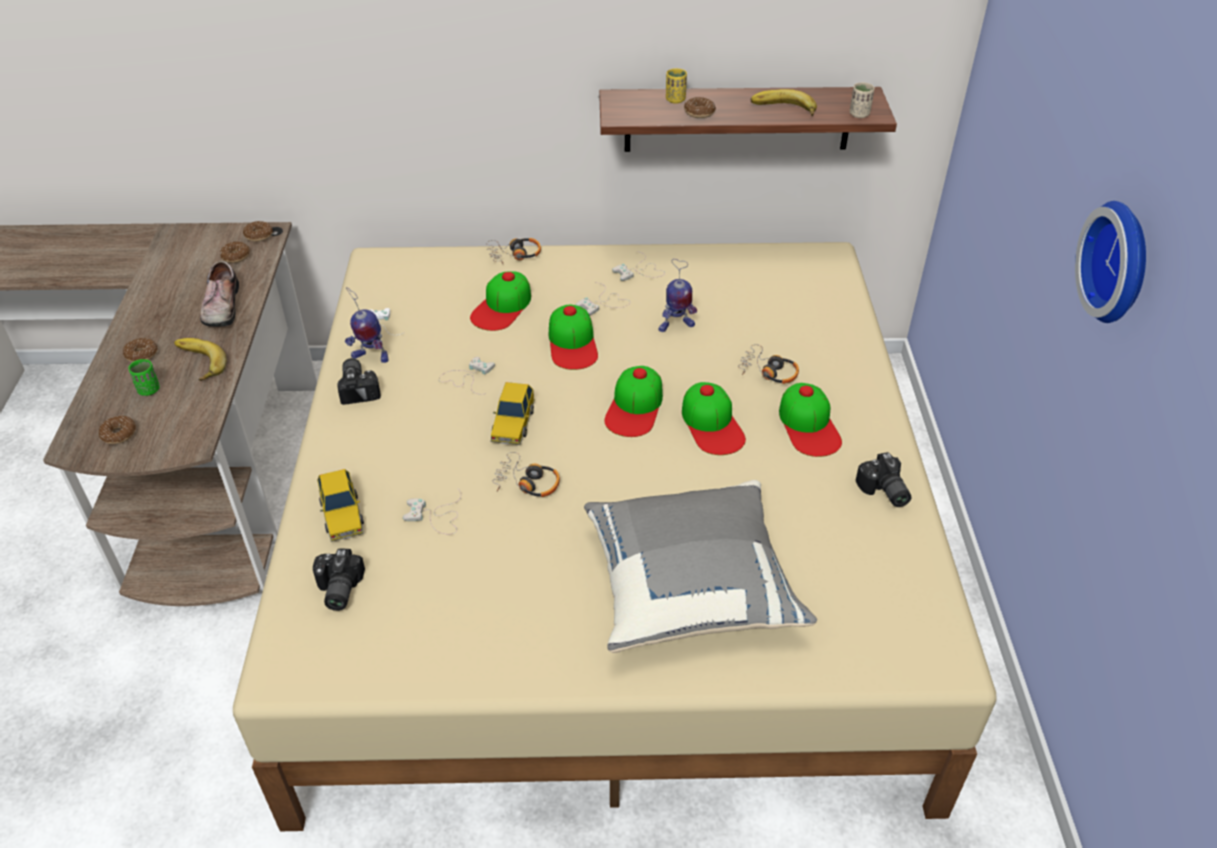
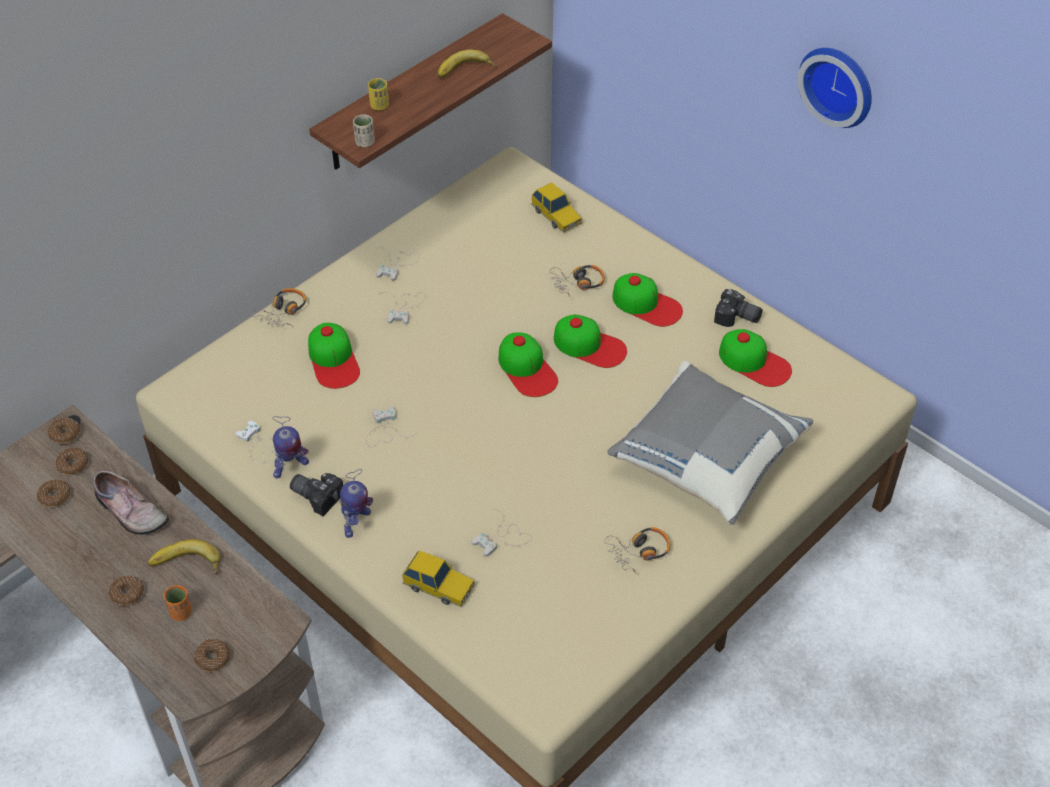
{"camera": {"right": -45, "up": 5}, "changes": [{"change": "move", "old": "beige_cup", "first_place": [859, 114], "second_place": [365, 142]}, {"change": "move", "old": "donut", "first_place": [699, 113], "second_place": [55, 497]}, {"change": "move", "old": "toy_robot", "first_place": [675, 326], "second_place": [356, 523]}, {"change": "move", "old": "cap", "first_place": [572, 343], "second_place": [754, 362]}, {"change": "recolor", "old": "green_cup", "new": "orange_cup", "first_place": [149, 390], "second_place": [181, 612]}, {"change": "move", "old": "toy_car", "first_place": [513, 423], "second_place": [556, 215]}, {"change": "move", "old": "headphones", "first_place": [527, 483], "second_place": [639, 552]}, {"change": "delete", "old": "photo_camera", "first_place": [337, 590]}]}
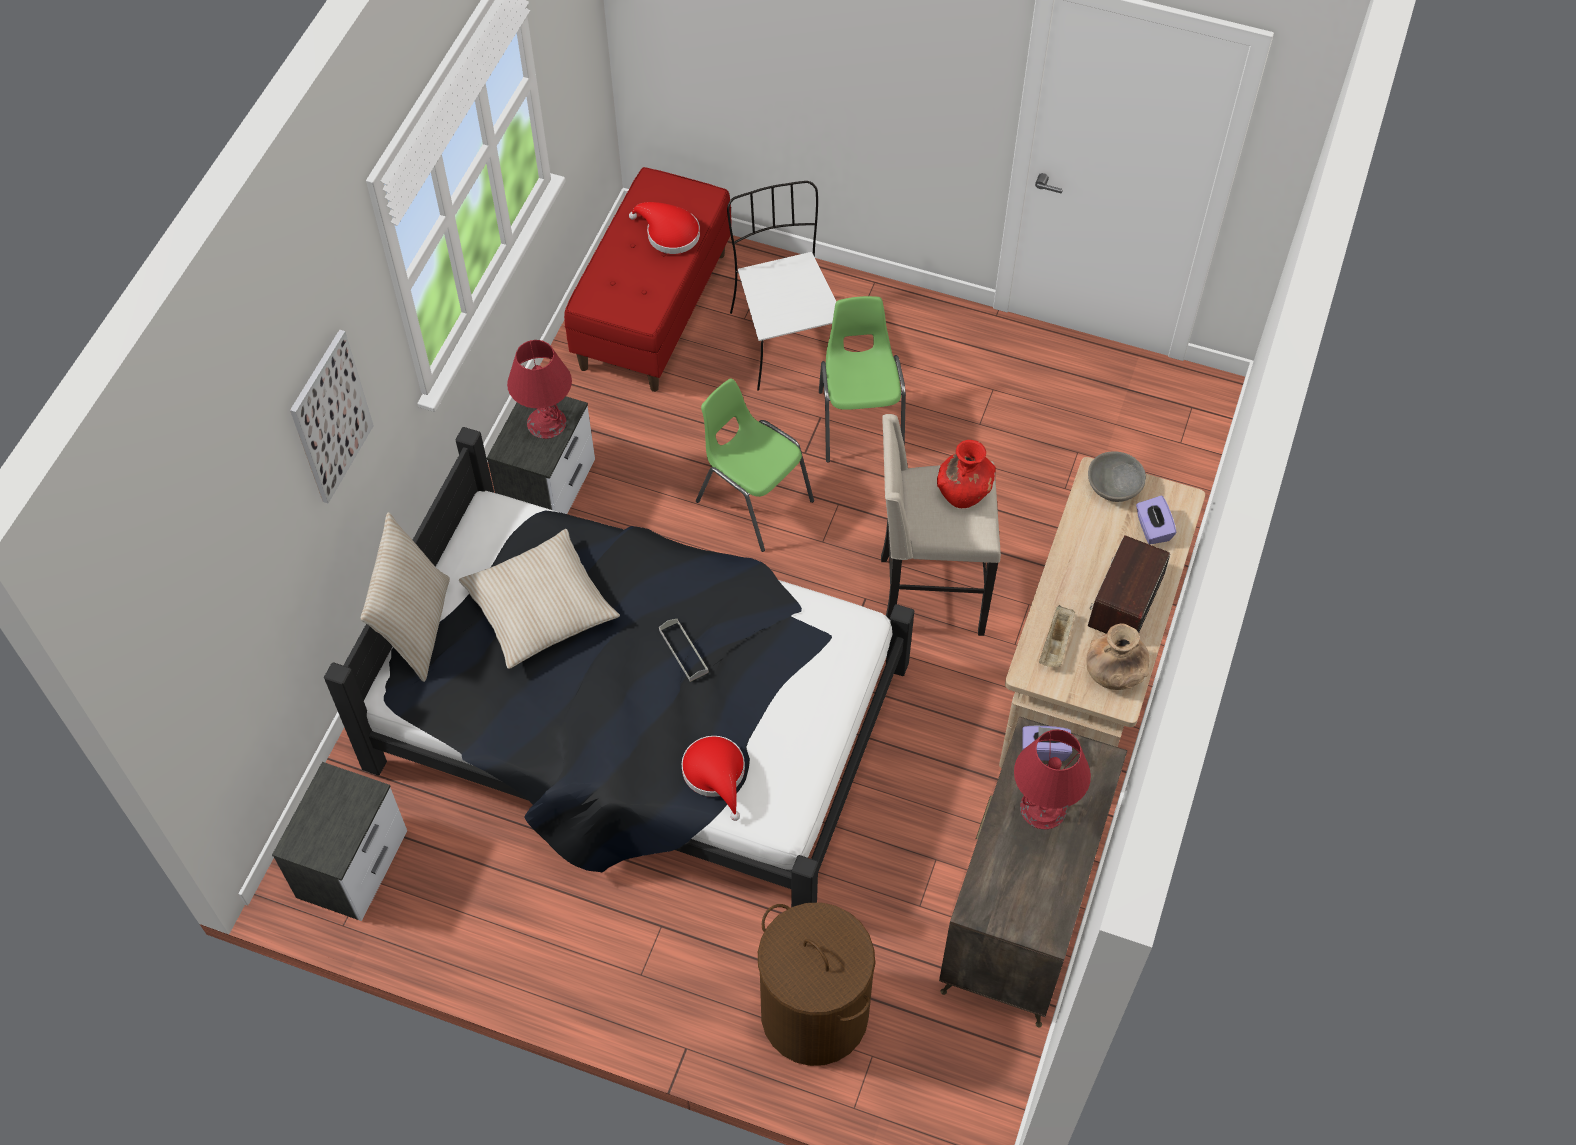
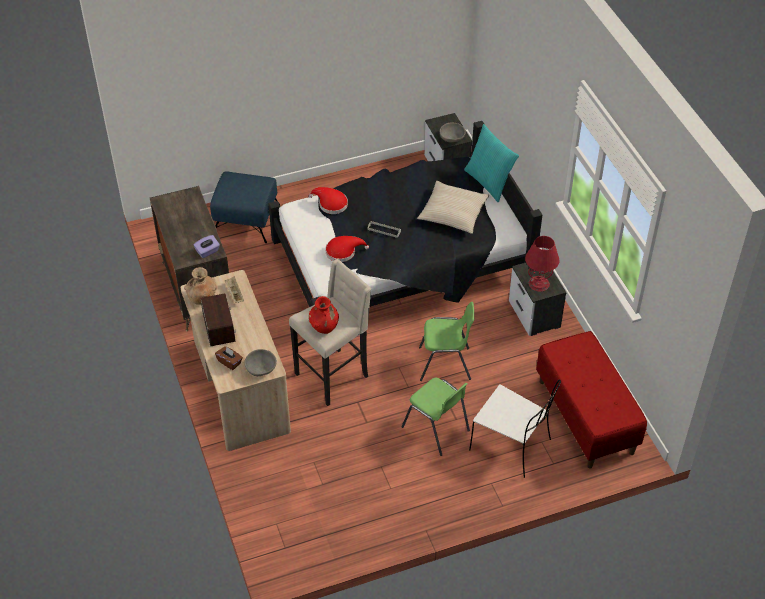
{"camera": {"right": 140, "up": -10}, "changes": [{"change": "move", "old": "red_hat", "first_place": [669, 233], "second_place": [343, 251]}, {"change": "delete", "old": "picture", "first_place": [330, 417]}, {"change": "recolor", "old": "purple_tissue_box", "new": "brown_tissue_box", "first_place": [1152, 529], "second_place": [229, 362]}, {"change": "recolor", "old": "beige_pillow", "new": "turquoise_pillow", "first_place": [415, 627], "second_place": [489, 182]}, {"change": "delete", "old": "red_table_lamp", "first_place": [1043, 807]}, {"change": "replace", "old": "brown_laundry_basket", "new": "blue_ottoman", "first_place": [814, 1014], "second_place": [246, 220]}, {"change": "insert", "new": "grey_bowl", "second_place": [451, 138]}]}
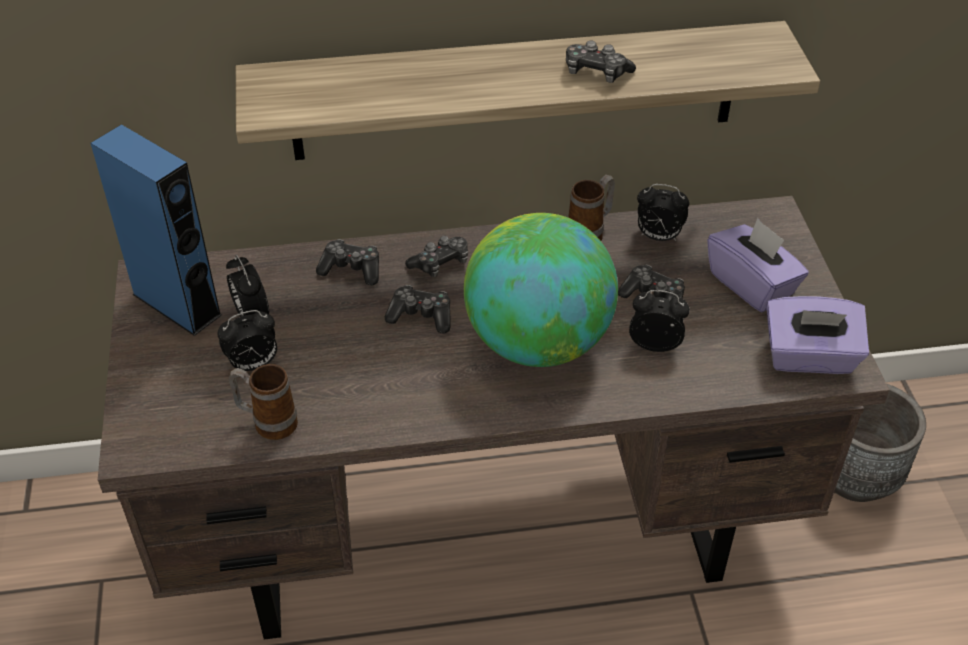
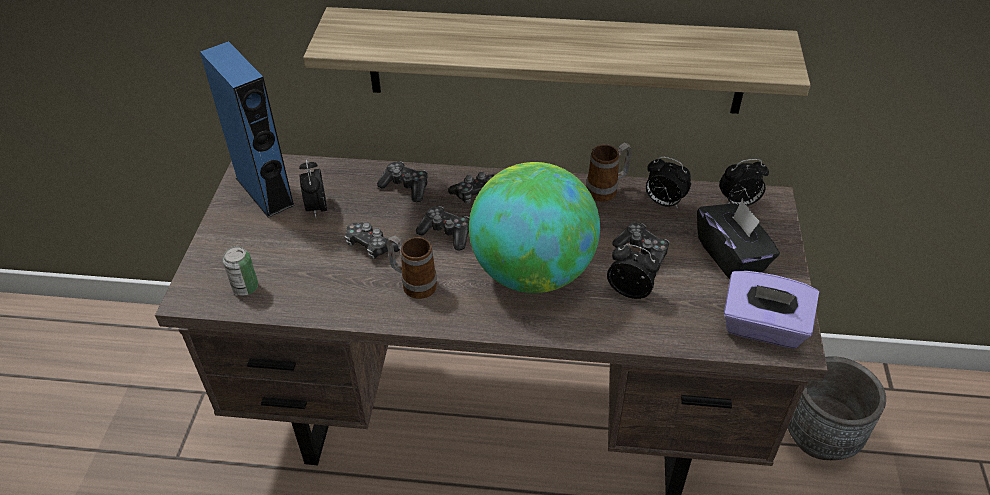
{"camera": {"right": 15, "up": 0}, "changes": [{"change": "move", "old": "game_controller", "first_place": [596, 72], "second_place": [371, 246]}, {"change": "recolor", "old": "purple_tissue_box", "new": "black_tissue_box", "first_place": [752, 284], "second_place": [731, 256]}, {"change": "move", "old": "alarm_clock", "first_place": [253, 364], "second_place": [738, 203]}, {"change": "move", "old": "mug", "first_place": [268, 422], "second_place": [413, 284]}, {"change": "insert", "new": "can", "second_place": [245, 287]}]}
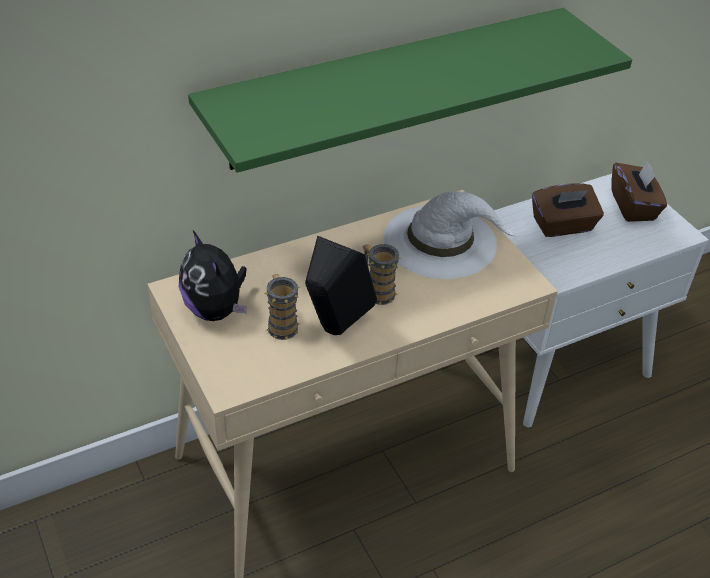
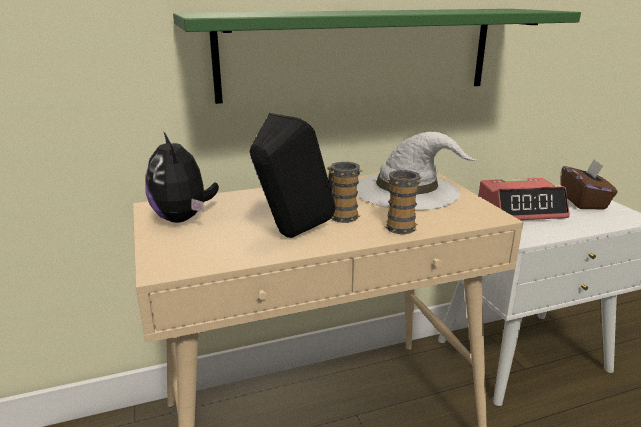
{"camera": {"right": 10, "up": -20}, "changes": [{"change": "replace", "old": "brown_tissue_box", "new": "alarm_clock", "first_place": [562, 226], "second_place": [521, 209]}, {"change": "move", "old": "mug", "first_place": [281, 324], "second_place": [398, 225]}]}
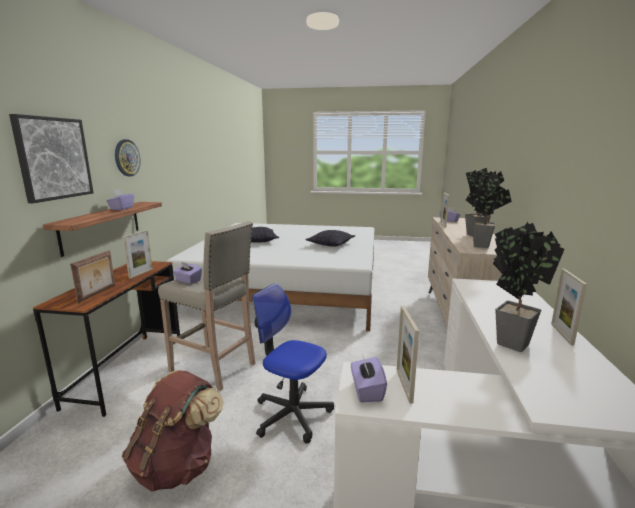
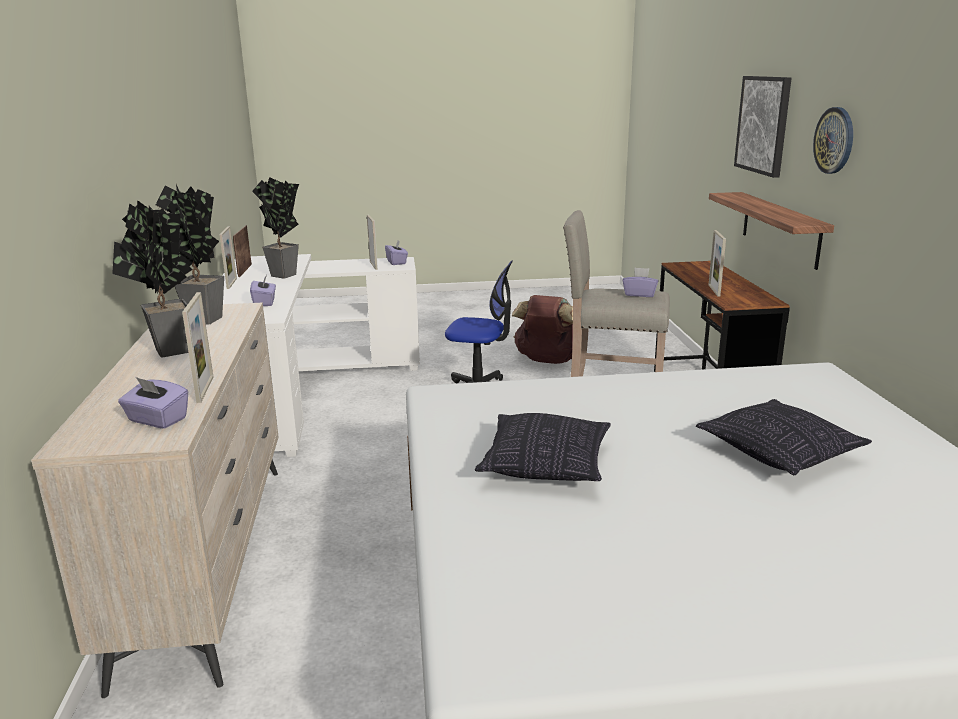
{"camera": {"right": 165, "up": 5}, "changes": [{"change": "move", "old": "purple_tissue_box", "first_place": [121, 208], "second_place": [265, 302]}, {"change": "move", "old": "picture_frame", "first_place": [98, 293], "second_place": [244, 270]}]}
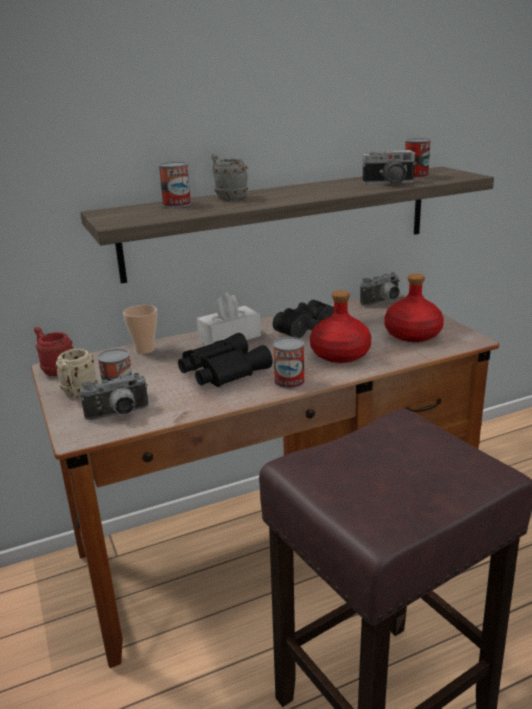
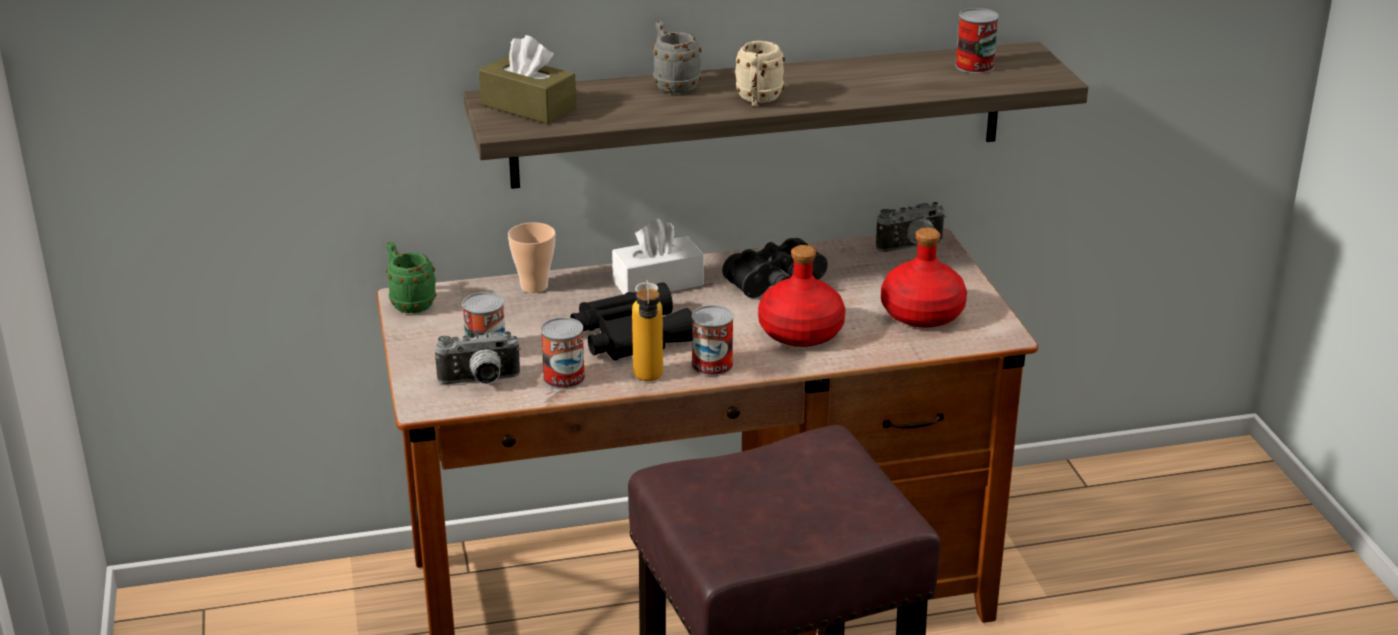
{"camera": {"right": 10, "up": 5}, "changes": [{"change": "delete", "old": "photo_camera", "first_place": [389, 183]}, {"change": "move", "old": "can", "first_place": [177, 204], "second_place": [564, 378]}, {"change": "recolor", "old": "red_mug", "new": "green_mug", "first_place": [55, 370], "second_place": [409, 303]}, {"change": "move", "old": "beige_mug", "first_place": [78, 393], "second_place": [758, 100]}, {"change": "insert", "new": "brown_tissue_box", "second_place": [528, 107]}, {"change": "insert", "new": "bottle", "second_place": [648, 381]}]}
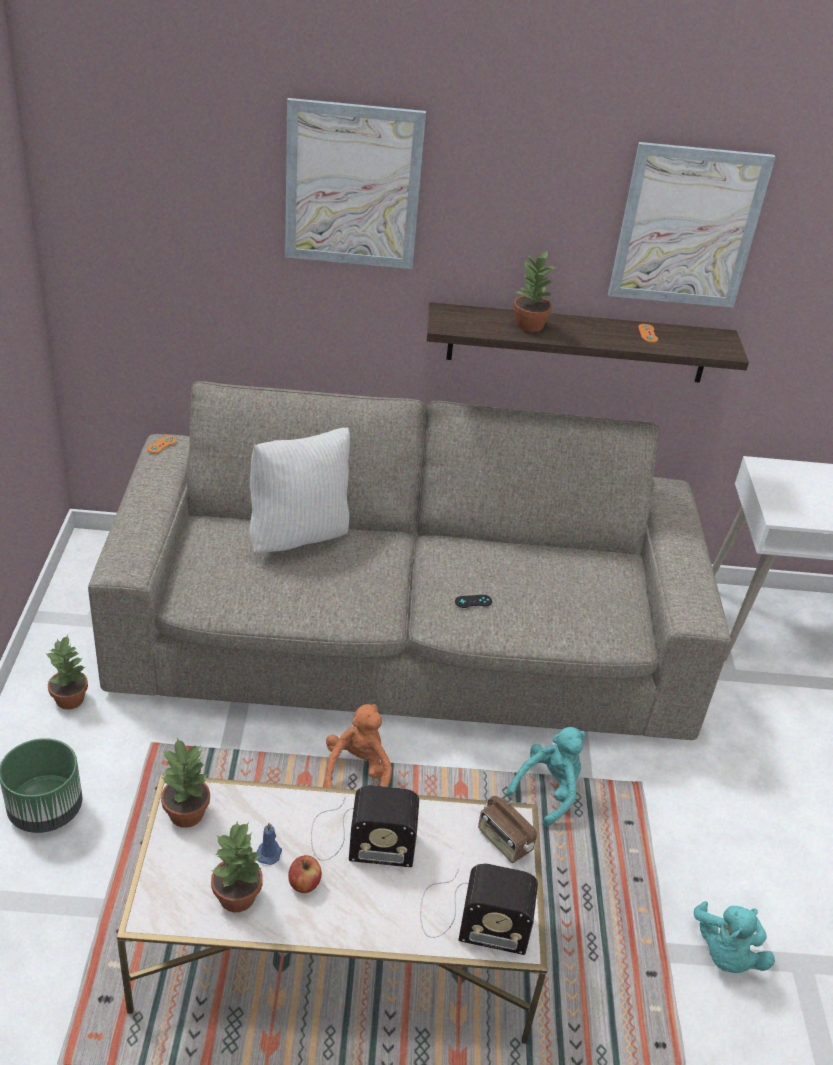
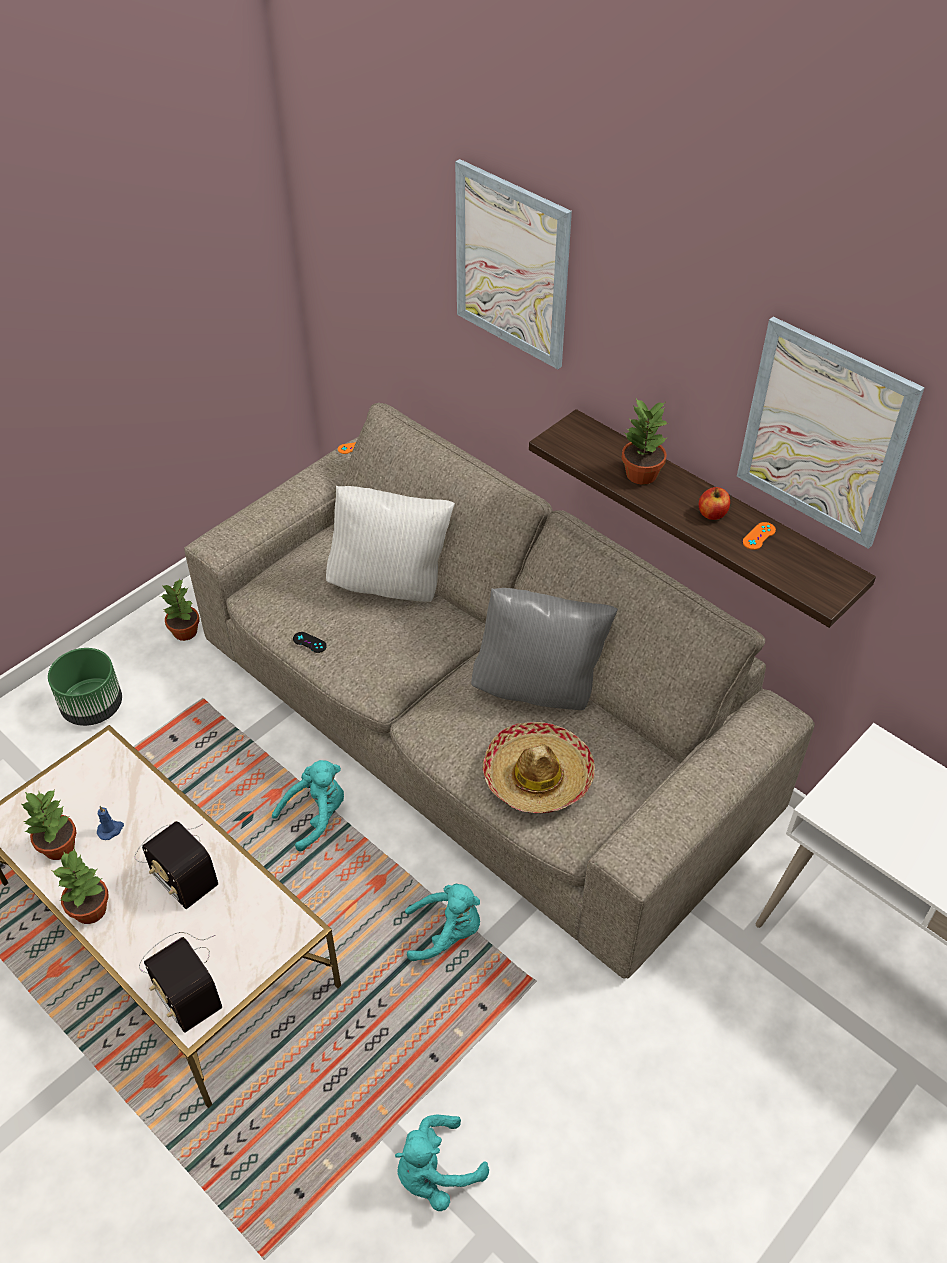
{"camera": {"right": 45, "up": 10}, "changes": [{"change": "move", "old": "black_game_controller", "first_place": [473, 601], "second_place": [309, 642]}, {"change": "recolor", "old": "orange_plush_toy", "new": "turquoise_plush_toy", "first_place": [357, 773], "second_place": [316, 816]}, {"change": "move", "old": "potted_plant", "first_place": [187, 813], "second_place": [91, 909]}, {"change": "delete", "old": "radio", "first_place": [504, 842]}, {"change": "move", "old": "apple", "first_place": [304, 883], "second_place": [712, 514]}, {"change": "insert", "new": "grey_pillow", "second_place": [539, 688]}, {"change": "insert", "new": "hat", "second_place": [537, 777]}]}
